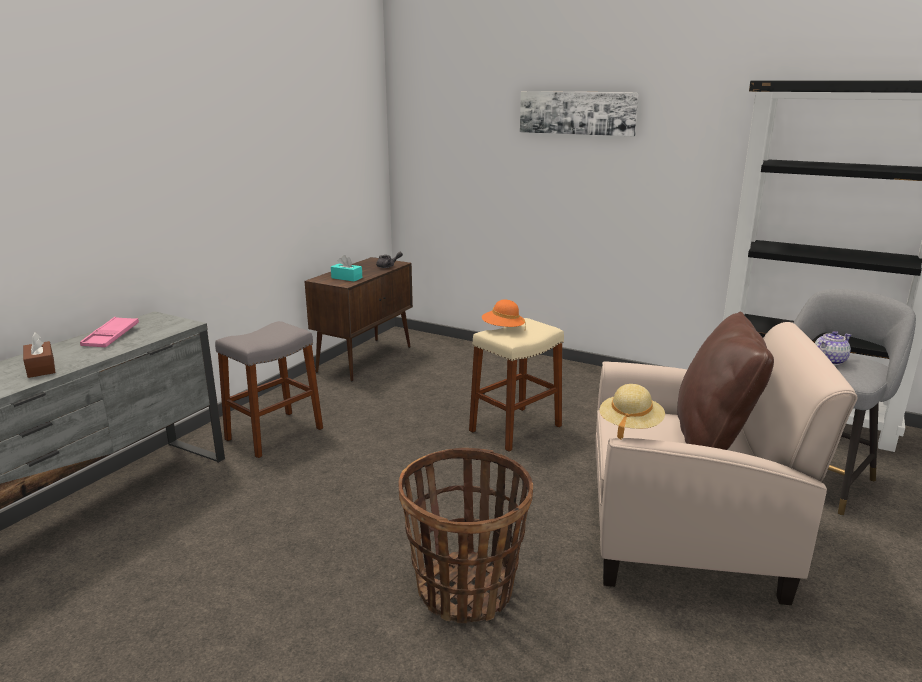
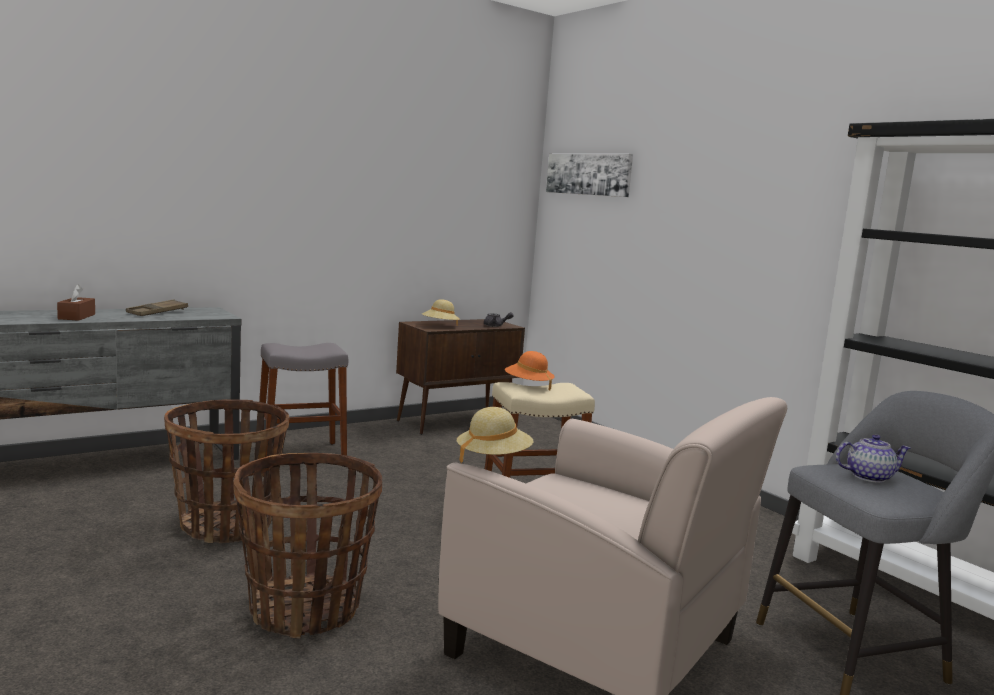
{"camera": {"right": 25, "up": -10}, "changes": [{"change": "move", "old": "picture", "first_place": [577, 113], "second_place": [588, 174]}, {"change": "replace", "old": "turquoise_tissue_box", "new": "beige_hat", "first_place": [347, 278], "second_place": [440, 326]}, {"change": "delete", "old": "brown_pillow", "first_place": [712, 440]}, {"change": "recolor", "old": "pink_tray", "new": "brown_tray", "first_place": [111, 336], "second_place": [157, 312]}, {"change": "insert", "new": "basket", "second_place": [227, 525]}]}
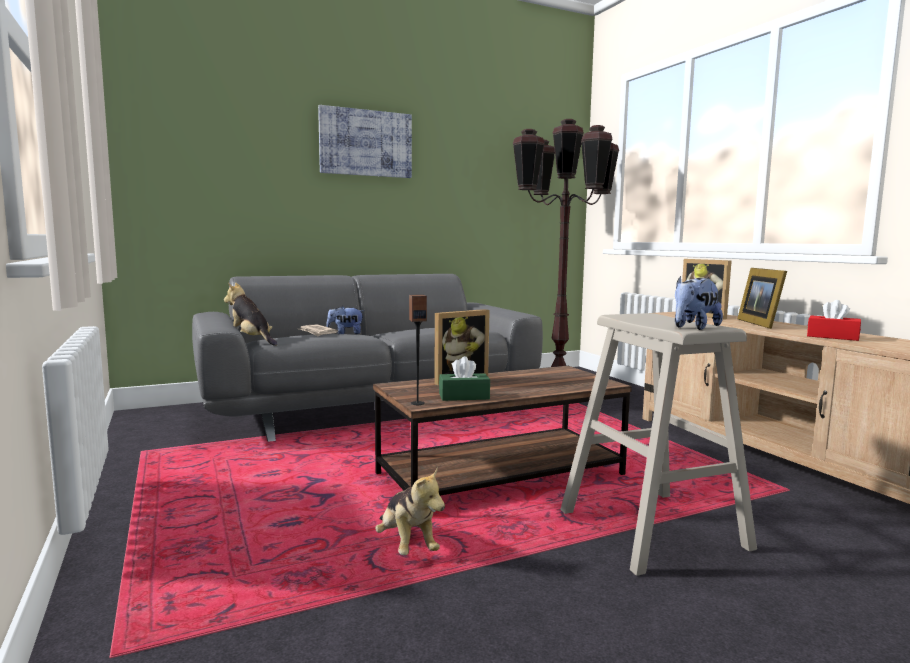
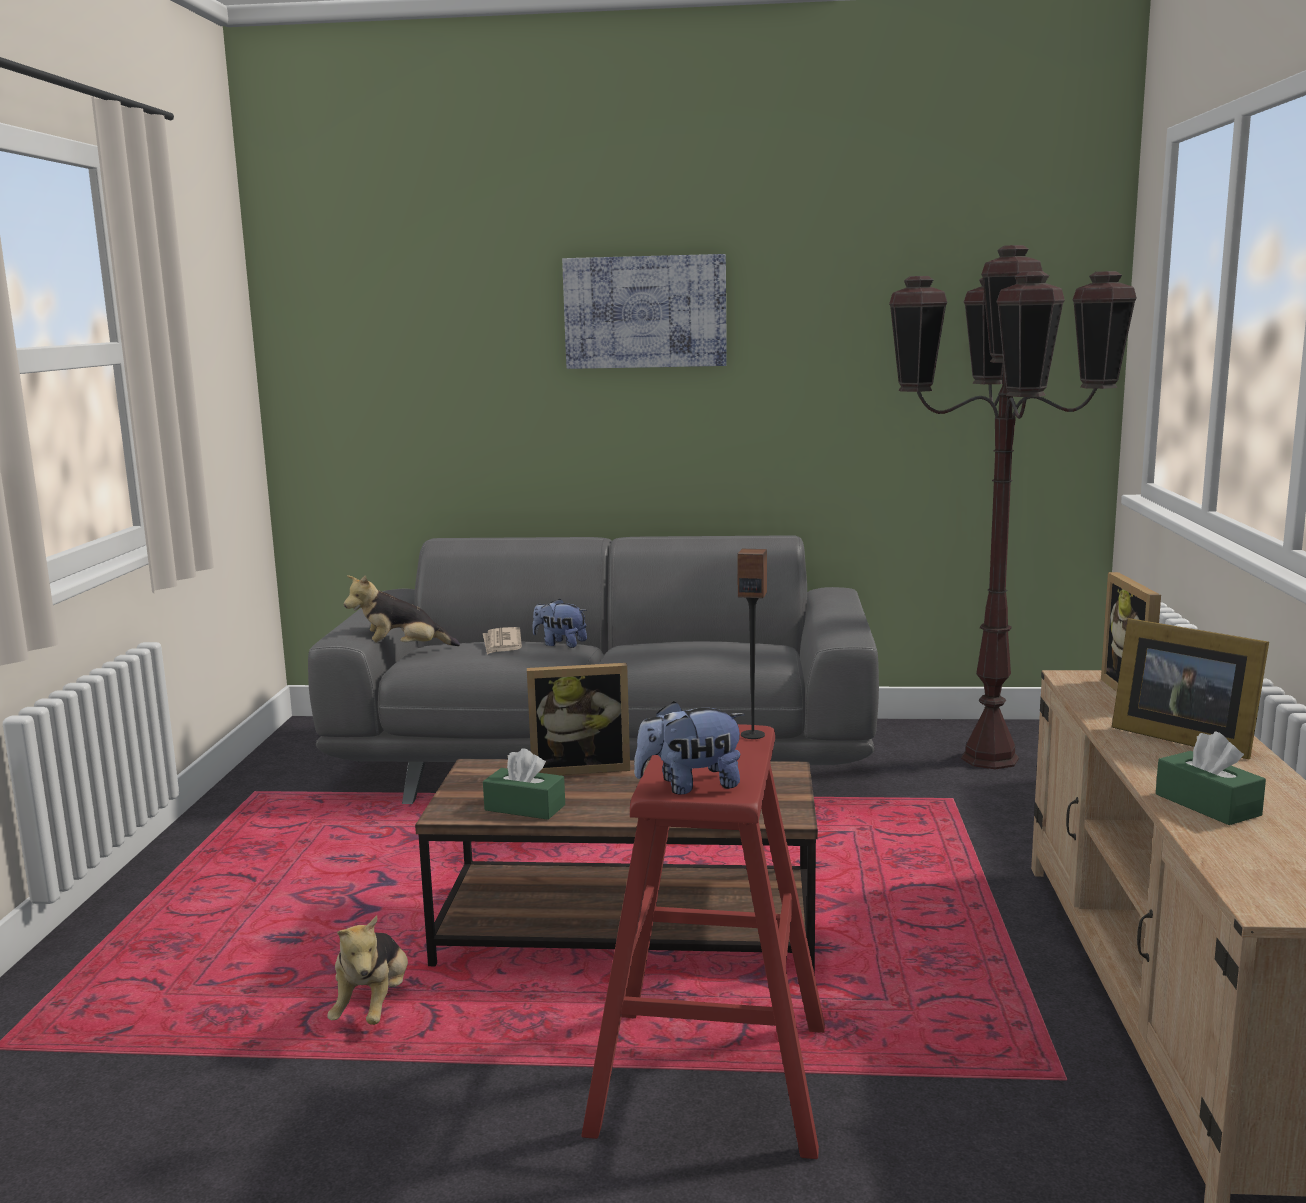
{"camera": {"right": 30, "up": 5}, "changes": [{"change": "rotate", "old": "picture_frame", "first_place": [761, 323], "second_place": [1181, 737], "degrees": -75}, {"change": "rotate", "old": "plush_toy", "first_place": [251, 341], "second_place": [401, 653], "degrees": -90}, {"change": "move", "old": "speaker", "first_place": [417, 403], "second_place": [753, 734]}, {"change": "recolor", "old": "red_tissue_box", "new": "green_tissue_box", "first_place": [832, 337], "second_place": [1207, 805]}, {"change": "recolor", "old": "beige_stool", "new": "red_stool", "first_place": [651, 529], "second_place": [711, 1077]}]}
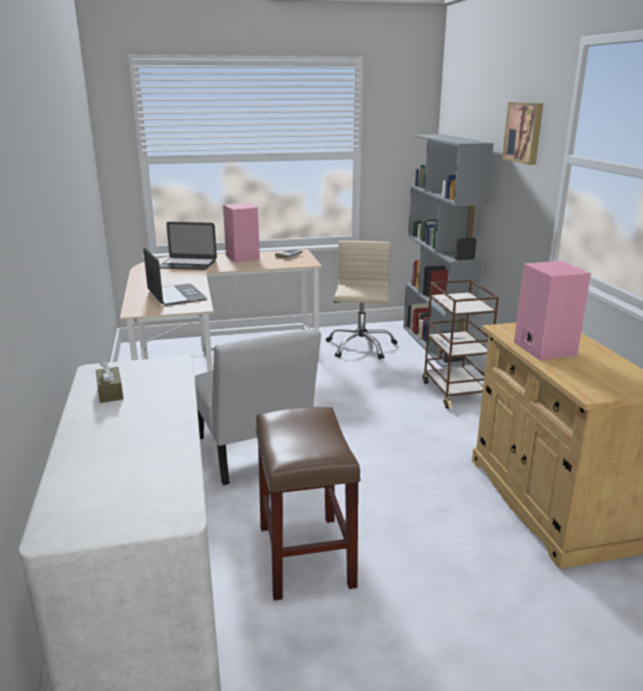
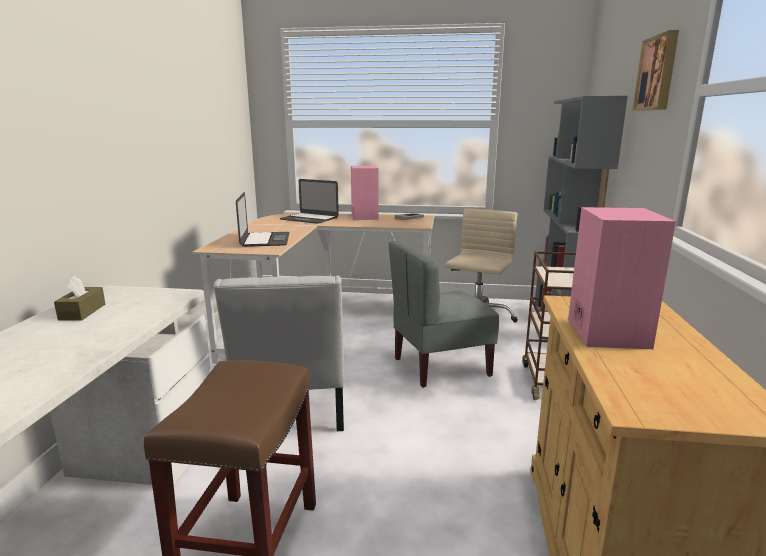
{"camera": {"right": 20, "up": -5}, "changes": [{"change": "insert", "new": "grey_chair", "second_place": [440, 366]}]}
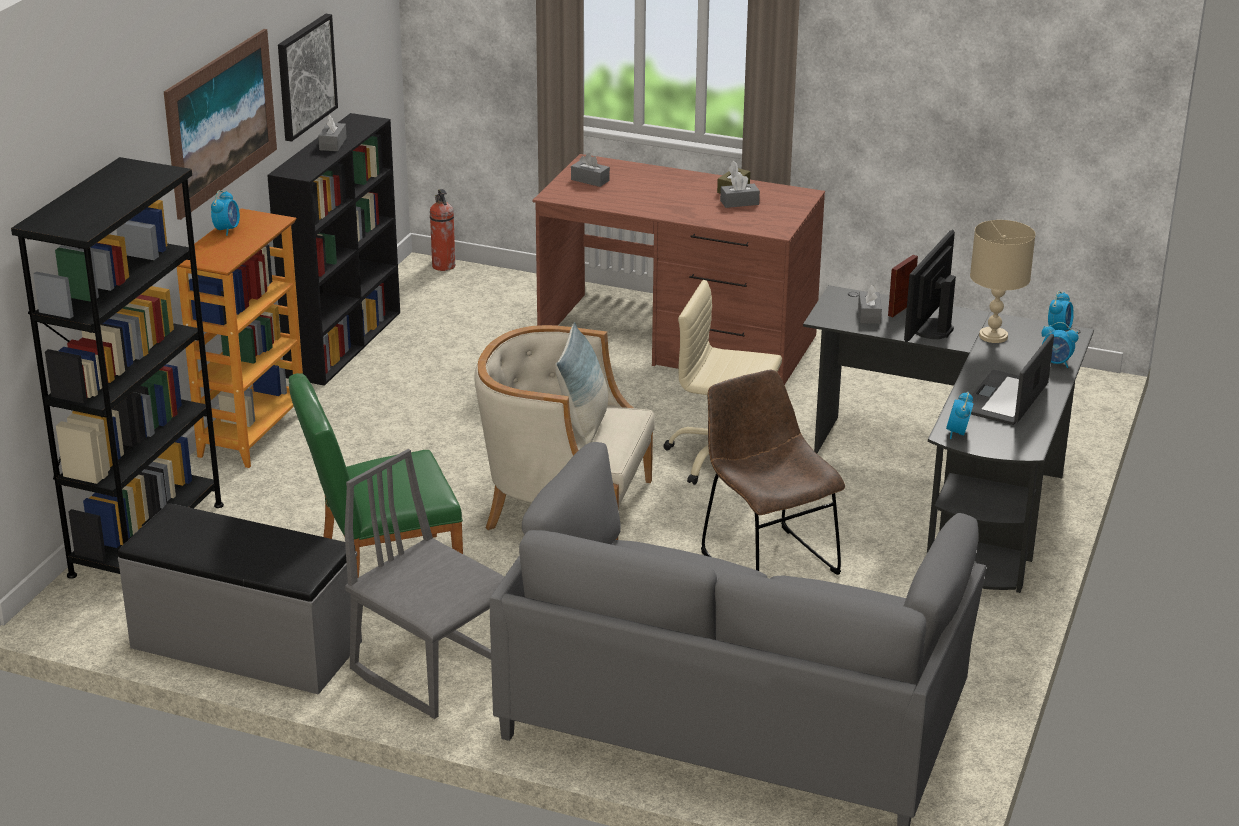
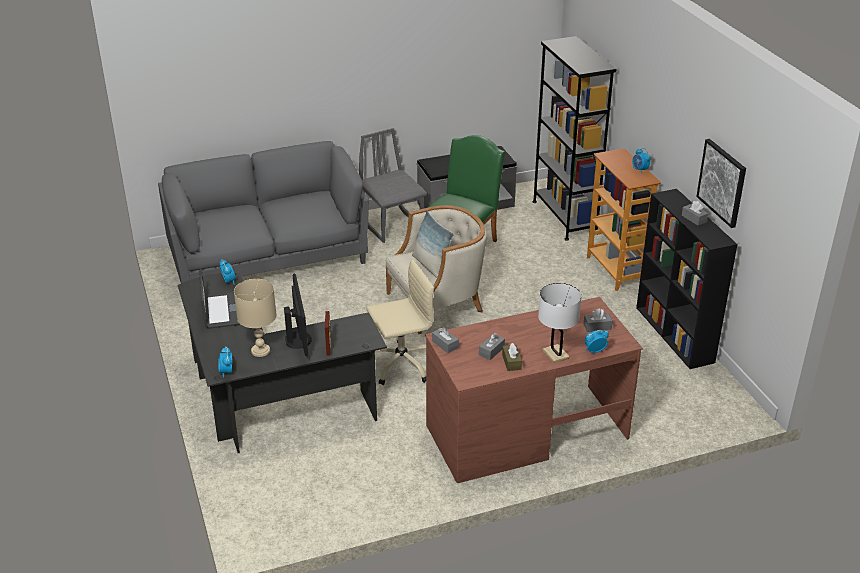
{"camera": {"right": 140, "up": 5}, "changes": [{"change": "delete", "old": "picture", "first_place": [221, 121]}, {"change": "delete", "old": "fire_extinguisher", "first_place": [444, 266]}, {"change": "move", "old": "grey_tissue_box", "first_place": [869, 315], "second_place": [445, 344]}, {"change": "move", "old": "alarm_clock", "first_place": [1056, 363], "second_place": [594, 350]}, {"change": "delete", "old": "brown_chair", "first_place": [765, 560]}, {"change": "rotate", "old": "grey_chair", "first_place": [433, 669], "second_place": [392, 225], "degrees": -120}, {"change": "insert", "new": "white_table_lamp", "second_place": [555, 354]}]}
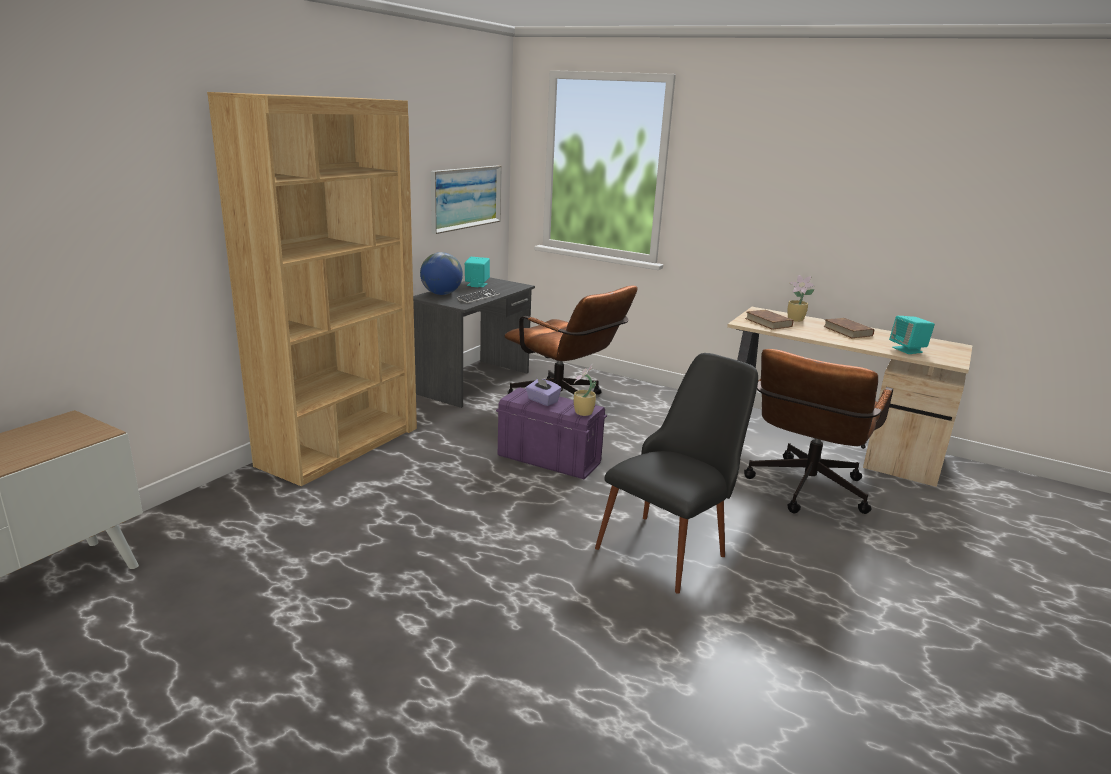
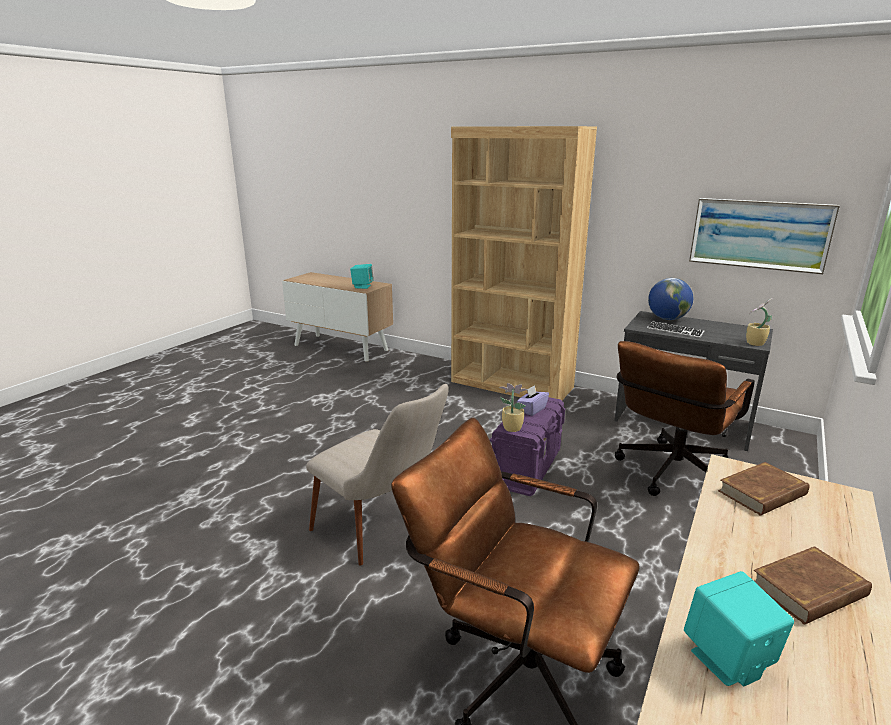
{"camera": {"right": 90, "up": 0}, "changes": [{"change": "move", "old": "turquoise_speaker", "first_place": [476, 285], "second_place": [362, 286]}, {"change": "move", "old": "potted_plant", "first_place": [796, 320], "second_place": [754, 343]}, {"change": "recolor", "old": "black_chair", "new": "beige_chair", "first_place": [672, 543], "second_place": [383, 533]}]}
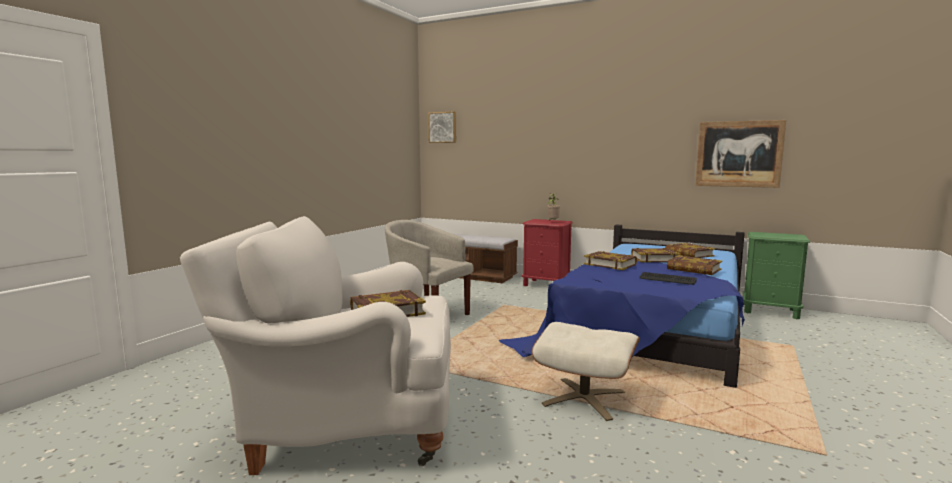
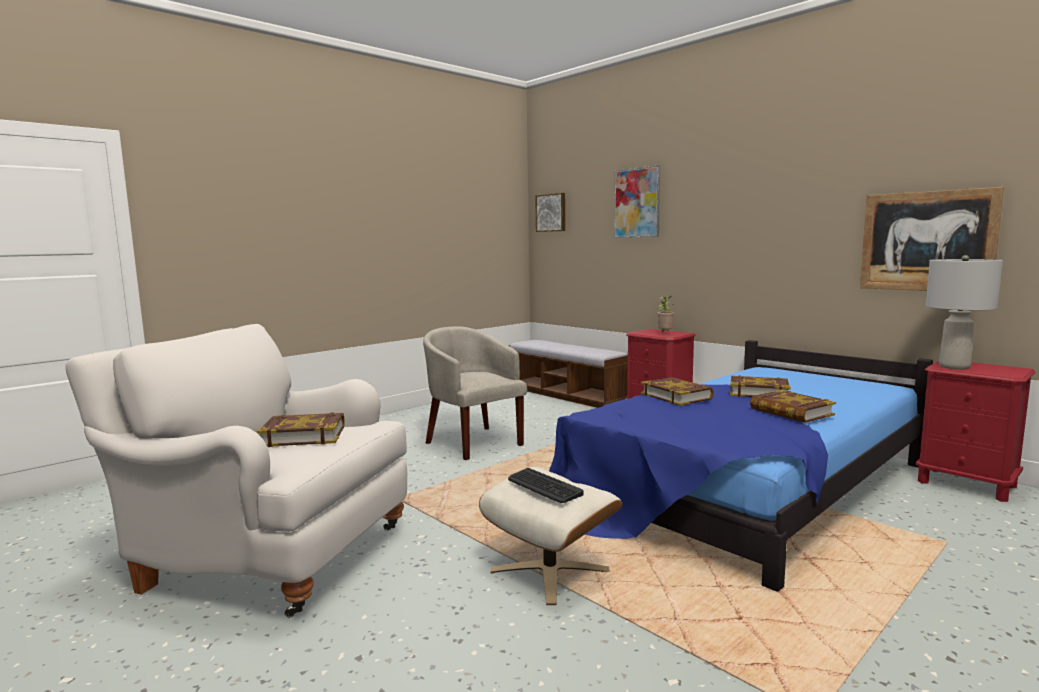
{"camera": {"right": 20, "up": 0}, "changes": [{"change": "recolor", "old": "green_nightstand", "new": "red_nightstand", "first_place": [770, 311], "second_place": [967, 484]}, {"change": "delete", "old": "book", "first_place": [688, 254]}, {"change": "move", "old": "keyboard", "first_place": [667, 279], "second_place": [543, 486]}, {"change": "insert", "new": "picture", "second_place": [637, 203]}, {"change": "insert", "new": "grey_table_lamp", "second_place": [954, 367]}]}
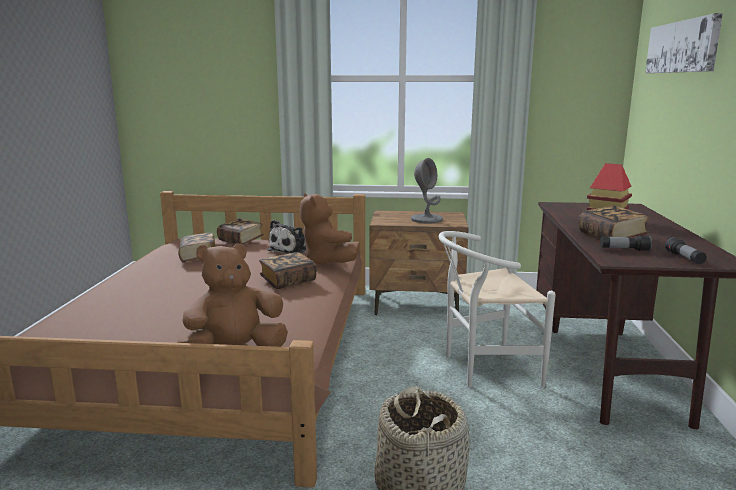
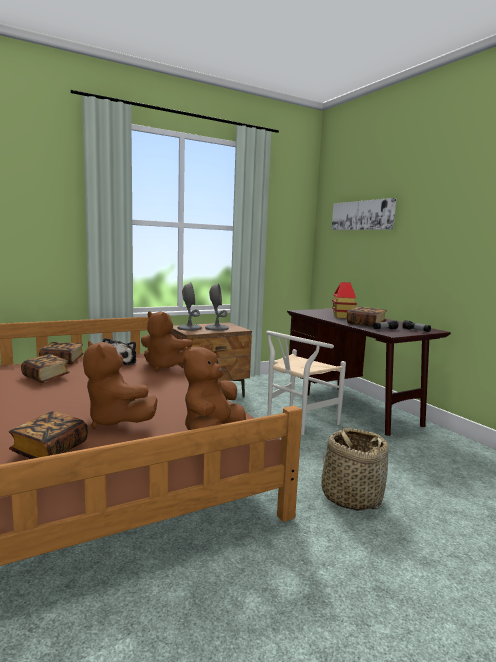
{"camera": {"right": -35, "up": -5}, "changes": [{"change": "move", "old": "book", "first_place": [288, 281], "second_place": [50, 450]}, {"change": "insert", "new": "grey_table_lamp", "second_place": [189, 328]}, {"change": "insert", "new": "brown_plush_toy", "second_place": [116, 421]}]}
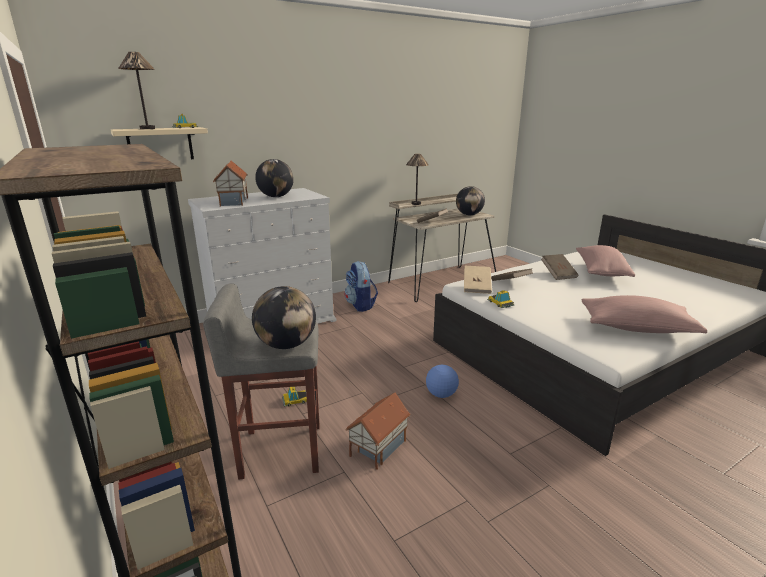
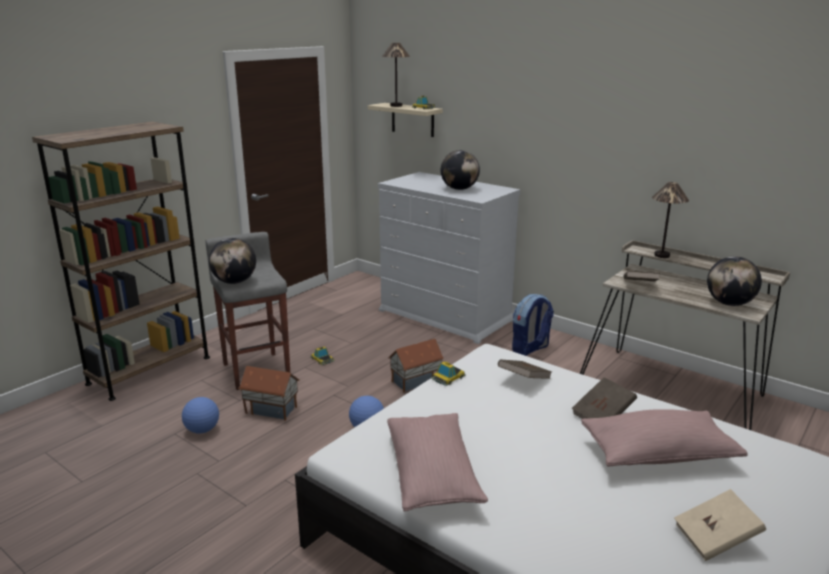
{"camera": {"right": 70, "up": 0}, "changes": [{"change": "move", "old": "toy_house", "first_place": [234, 202], "second_place": [416, 382]}, {"change": "move", "old": "beige_book", "first_place": [477, 287], "second_place": [715, 539]}, {"change": "insert", "new": "football", "second_place": [202, 430]}]}
